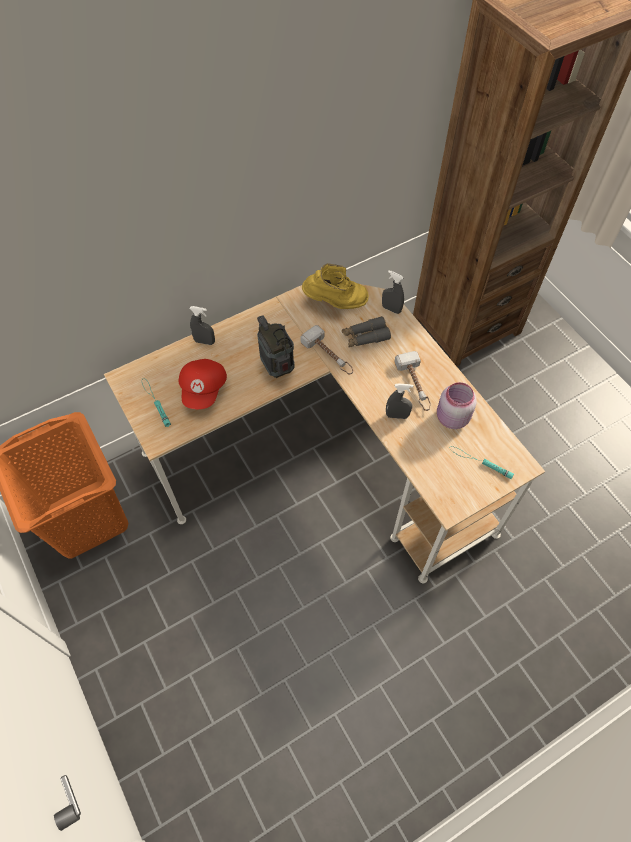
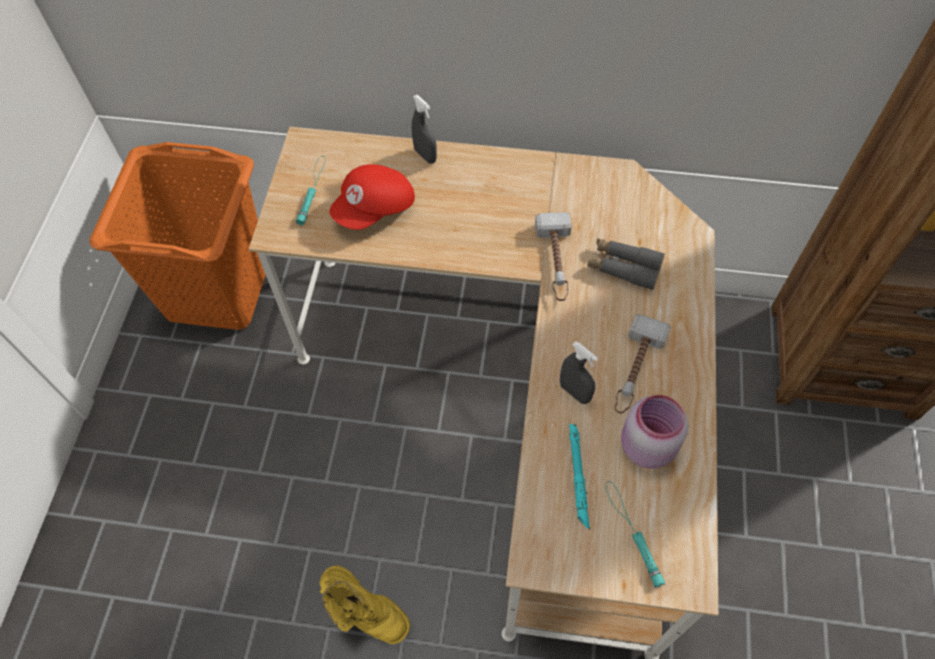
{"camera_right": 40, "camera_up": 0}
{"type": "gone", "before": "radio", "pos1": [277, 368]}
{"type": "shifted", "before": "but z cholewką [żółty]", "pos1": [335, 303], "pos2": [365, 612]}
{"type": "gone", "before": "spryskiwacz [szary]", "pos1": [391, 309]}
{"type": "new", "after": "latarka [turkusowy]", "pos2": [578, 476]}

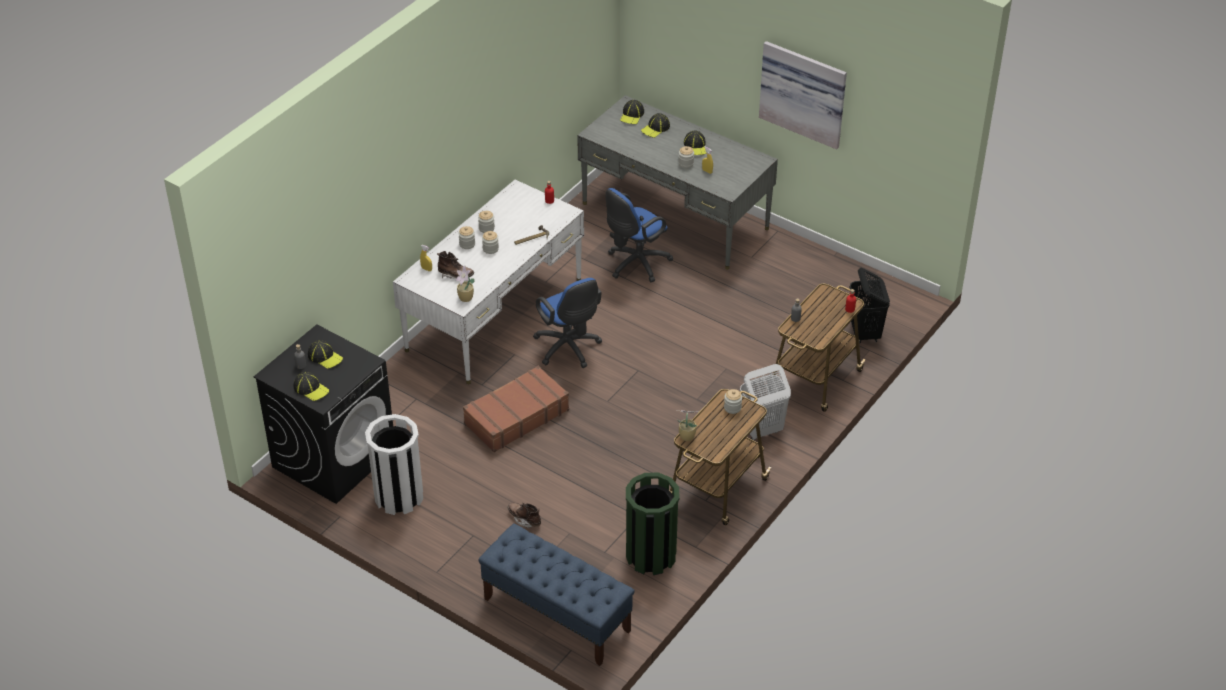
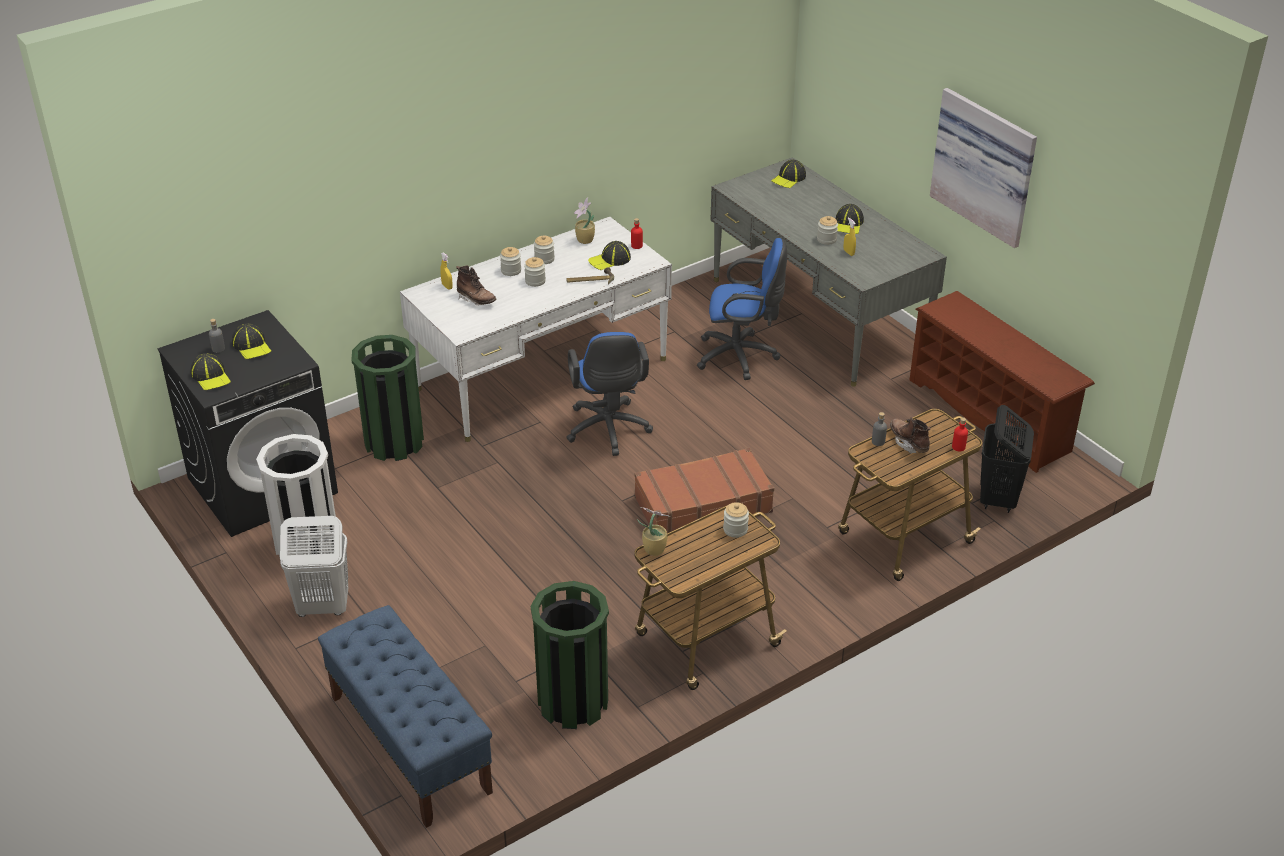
{"camera_right": 20, "camera_up": -5}
{"type": "shifted", "before": "roślina doniczkowa", "pos1": [466, 298], "pos2": [585, 241]}
{"type": "shifted", "before": "walizka [brązowy]", "pos1": [516, 417], "pos2": [702, 504]}
{"type": "shifted", "before": "but z cholewką [brązowy]", "pos1": [524, 519], "pos2": [909, 443]}
{"type": "rotated", "before": "krzesło biurowe [niebieski]", "pos1": [635, 264], "pos2": [741, 356], "turn": -150}
{"type": "shifted", "before": "czapka z daszkiem", "pos1": [655, 128], "pos2": [610, 260]}
{"type": "shifted", "before": "kosz na pranie [biały]", "pos1": [761, 430], "pos2": [322, 607]}
{"type": "new", "after": "kosz na śmieci [zielony]", "pos2": [394, 442]}
{"type": "new", "after": "regał na buty [brązowy]", "pos2": [991, 415]}

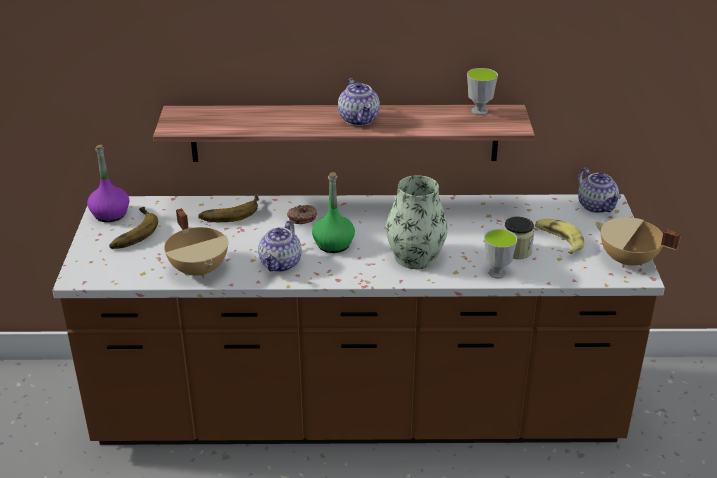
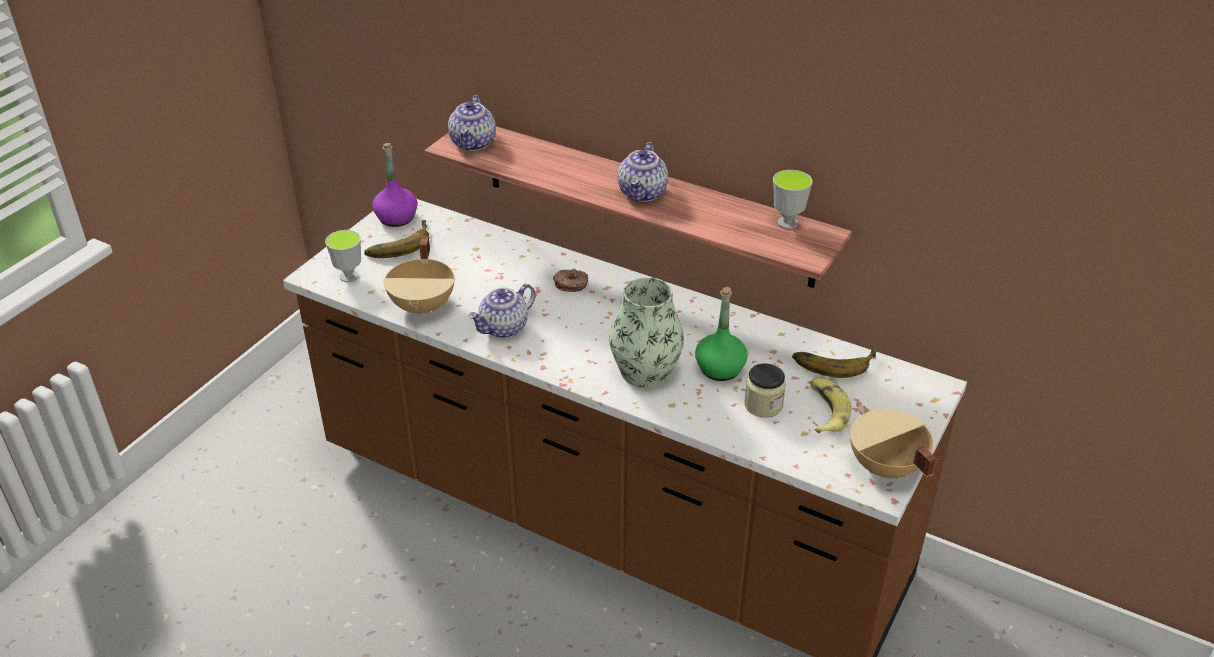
{"camera_right": 30, "camera_up": 5}
{"type": "shifted", "before": "banan", "pos1": [229, 211], "pos2": [833, 361]}
{"type": "shifted", "before": "butelka [zielony]", "pos1": [333, 244], "pos2": [720, 369]}
{"type": "shifted", "before": "filiżanka", "pos1": [497, 273], "pos2": [349, 276]}
{"type": "shifted", "before": "imbryk", "pos1": [597, 206], "pos2": [473, 143]}

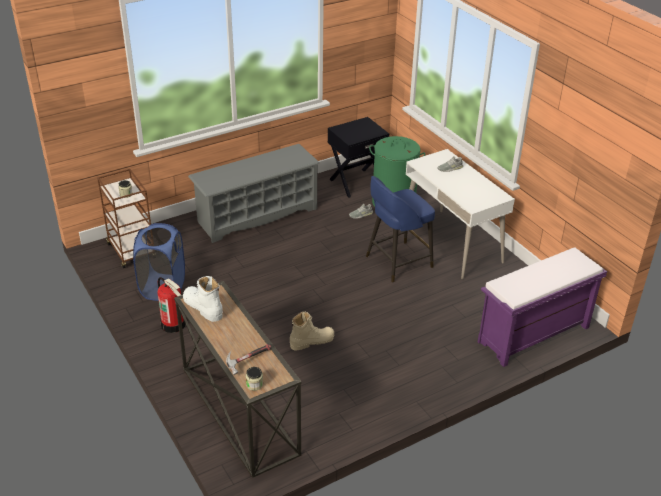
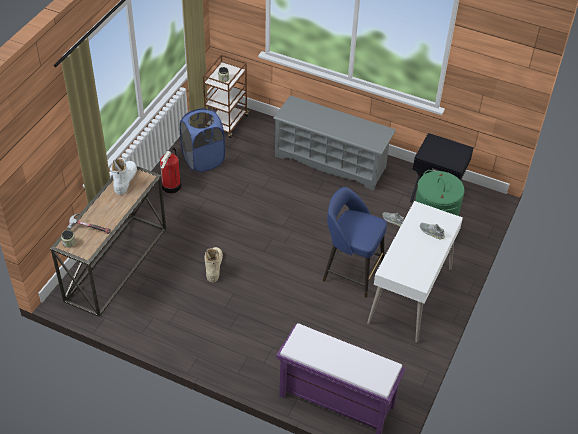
{"camera_right": 55, "camera_up": 10}
{"type": "rotated", "before": "but z cholewką [beżowy]", "pos1": [312, 341], "pos2": [214, 267], "turn": -120}

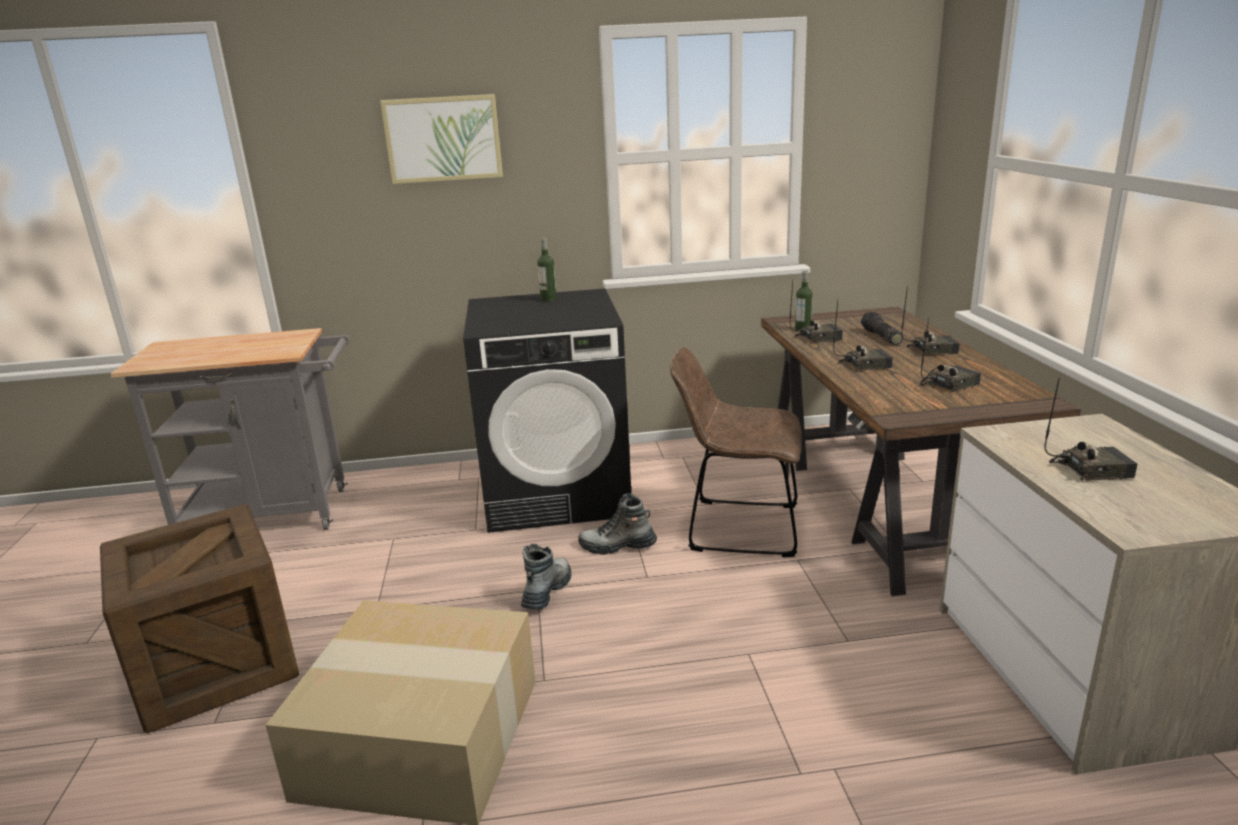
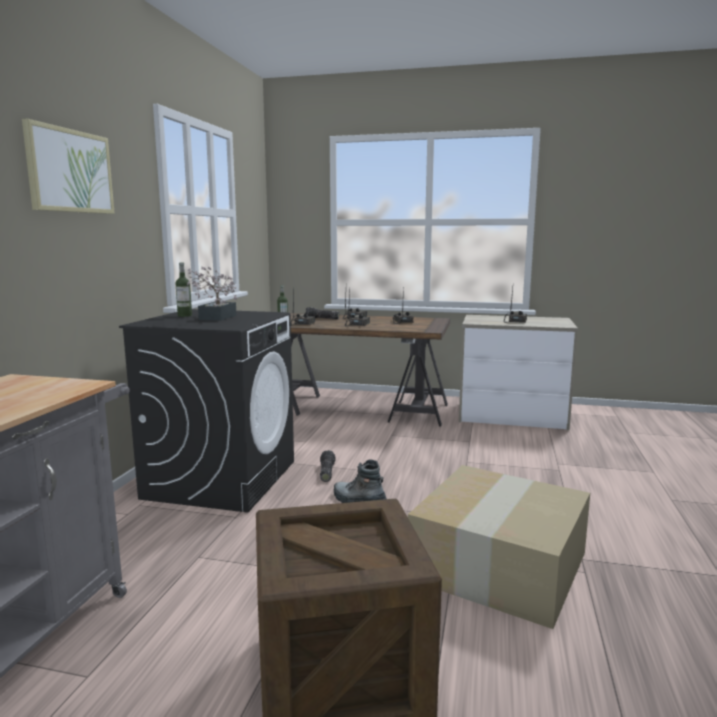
{"camera_right": -70, "camera_up": -10}
{"type": "swapped", "before": "but z cholewką", "after": "latarka", "pos1": [617, 546], "pos2": [326, 472]}
{"type": "gone", "before": "krzesło [brązowy]", "pos1": [736, 527]}
{"type": "new", "after": "roślina doniczkowa", "pos2": [215, 318]}

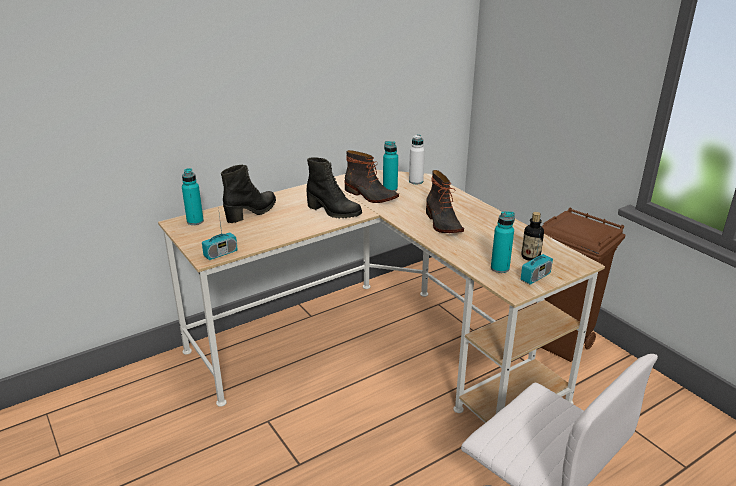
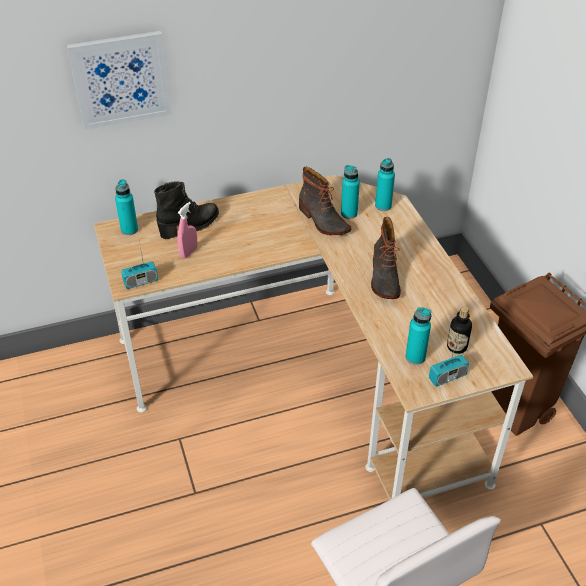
{"camera_right": 15, "camera_up": 15}
{"type": "gone", "before": "but z cholewką [czarny]", "pos1": [333, 212]}
{"type": "repainted", "before": "butelka [biały]", "after": "butelka [turkusowy]", "pos1": [416, 181], "pos2": [383, 206]}
{"type": "new", "after": "obraz", "pos2": [120, 79]}
{"type": "new", "after": "spryskiwacz [różowy]", "pos2": [188, 252]}

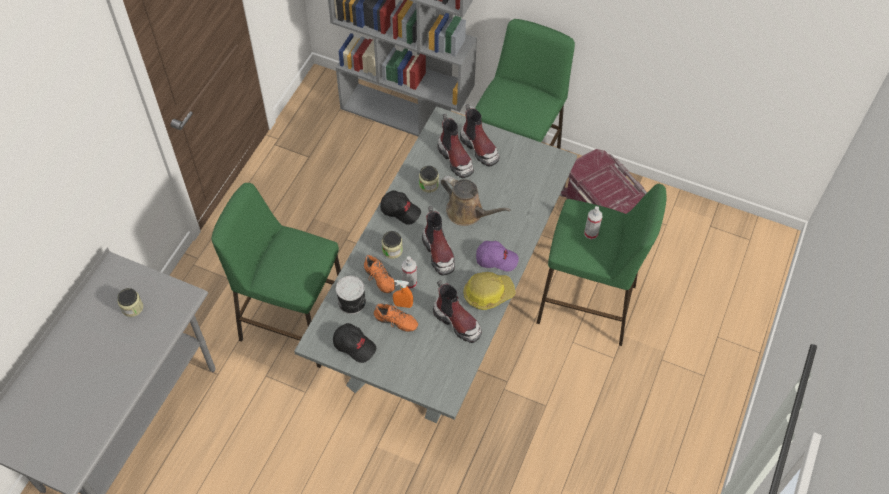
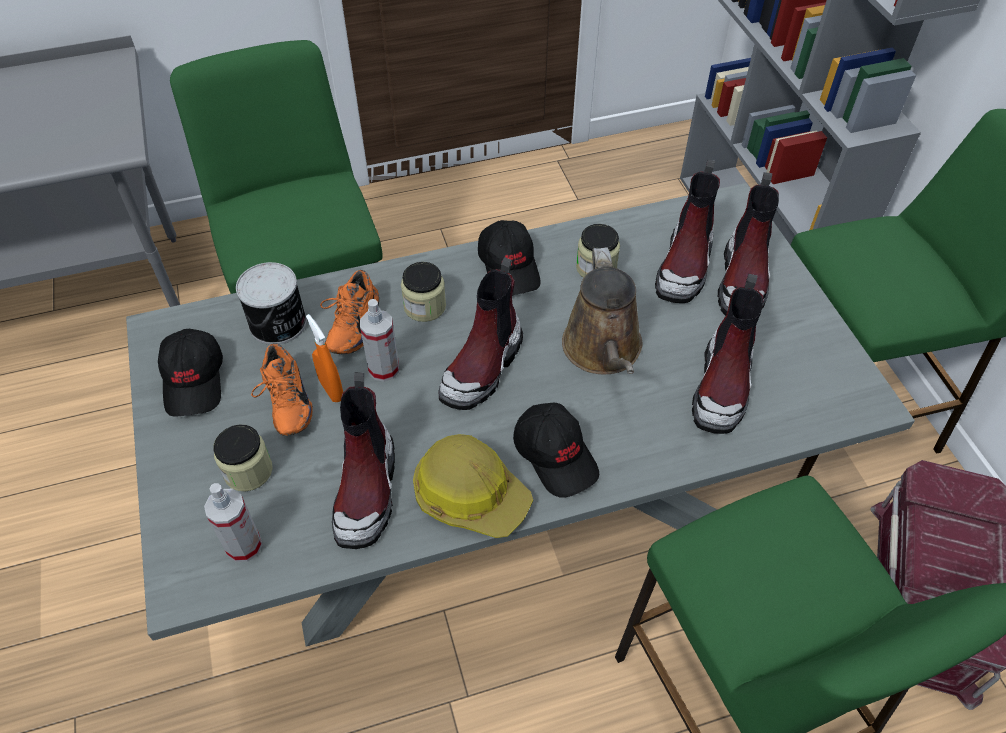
{"camera_right": 50, "camera_up": -5}
{"type": "shifted", "before": "słoik", "pos1": [132, 308], "pos2": [248, 471]}
{"type": "repainted", "before": "czapka z daszkiem [fioletowy]", "after": "czapka z daszkiem [czarny]", "pos1": [496, 259], "pos2": [556, 455]}
{"type": "shifted", "before": "spryskiwacz", "pos1": [591, 233], "pos2": [244, 546]}
{"type": "new", "after": "but z cholewką", "pos2": [723, 387]}

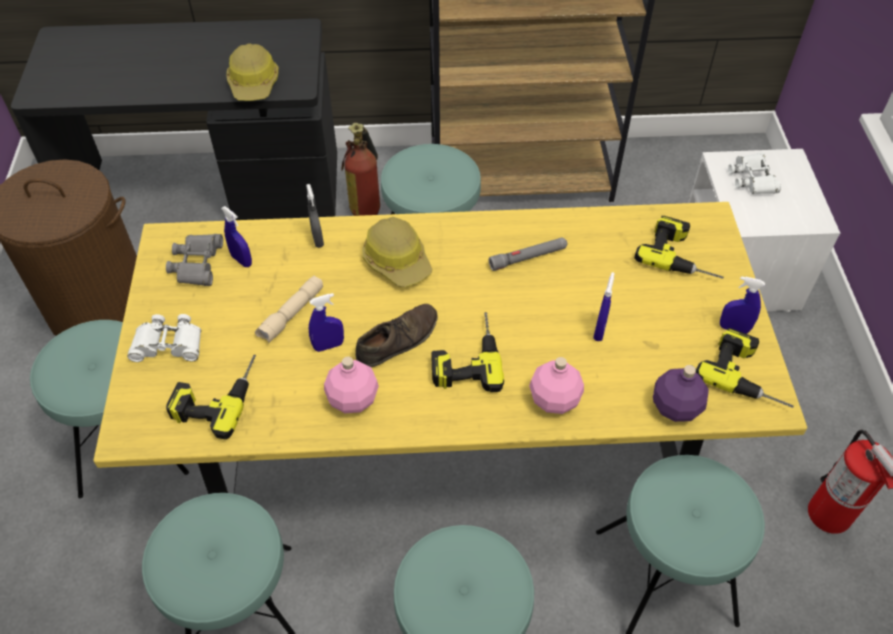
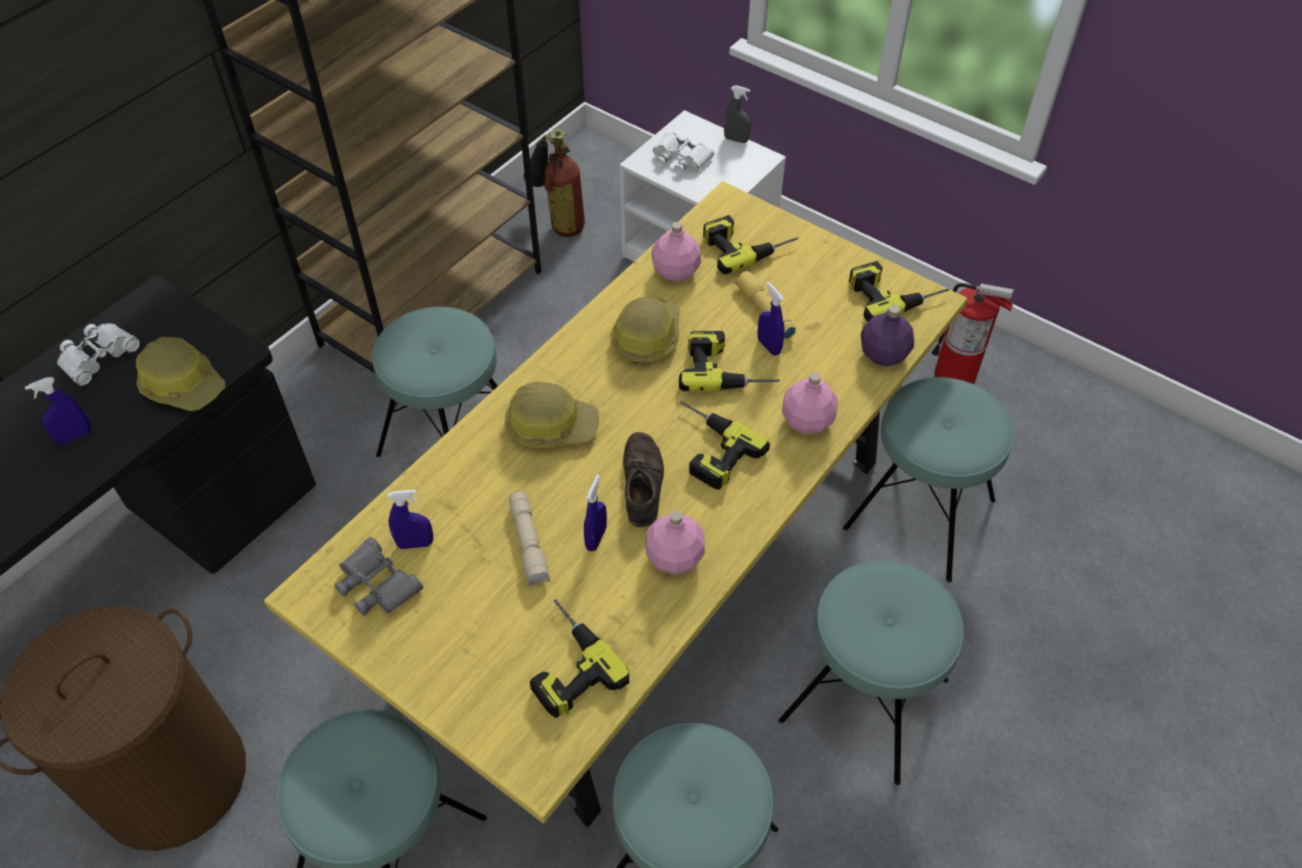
{"camera_right": -50, "camera_up": 0}
{"type": "shifted", "before": "lornetka [biały]", "pos1": [168, 344], "pos2": [98, 357]}
{"type": "shifted", "before": "spryskiwacz [szary]", "pos1": [317, 239], "pos2": [736, 139]}
{"type": "shifted", "before": "gaśnica", "pos1": [366, 202], "pos2": [558, 221]}
{"type": "swapped", "before": "latarka [szary]", "after": "kask", "pos1": [528, 257], "pos2": [646, 337]}
{"type": "shifted", "before": "spryskiwacz [niebieski]", "pos1": [734, 328], "pos2": [75, 436]}
{"type": "new", "after": "butelka [różowy]", "pos2": [675, 271]}
{"type": "new", "after": "wiertarka", "pos2": [727, 368]}
{"type": "new", "after": "latarka [żółty]", "pos2": [763, 311]}

